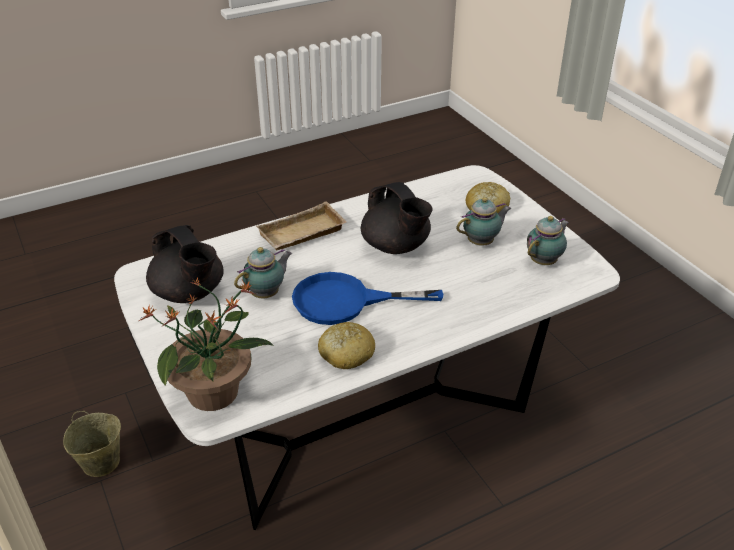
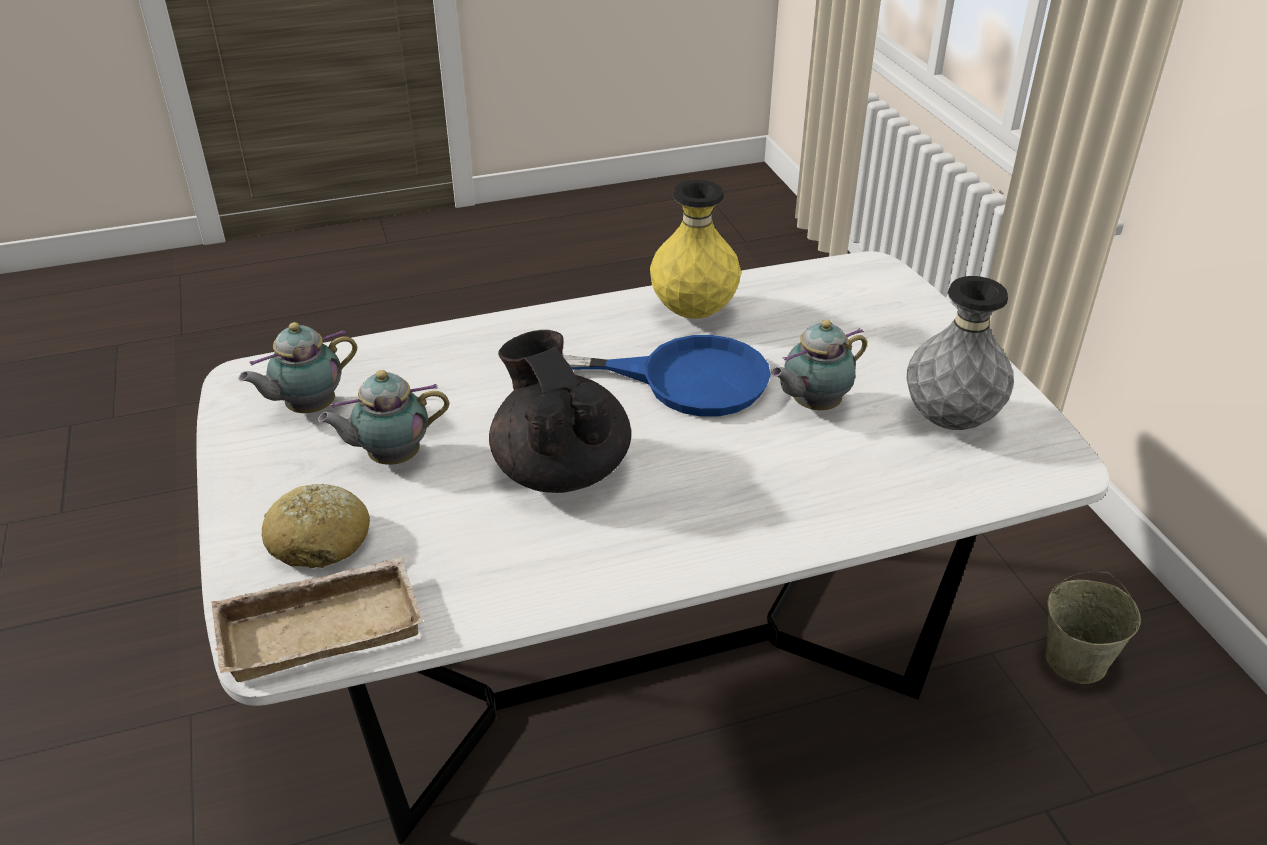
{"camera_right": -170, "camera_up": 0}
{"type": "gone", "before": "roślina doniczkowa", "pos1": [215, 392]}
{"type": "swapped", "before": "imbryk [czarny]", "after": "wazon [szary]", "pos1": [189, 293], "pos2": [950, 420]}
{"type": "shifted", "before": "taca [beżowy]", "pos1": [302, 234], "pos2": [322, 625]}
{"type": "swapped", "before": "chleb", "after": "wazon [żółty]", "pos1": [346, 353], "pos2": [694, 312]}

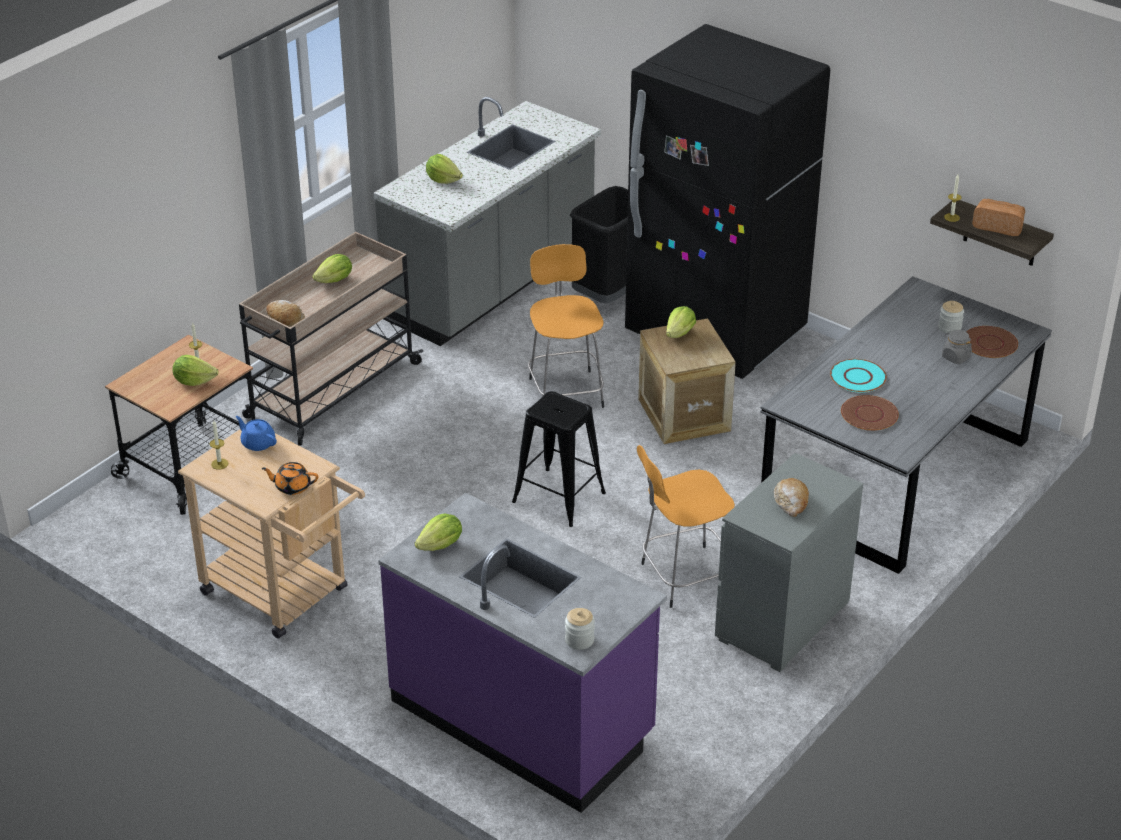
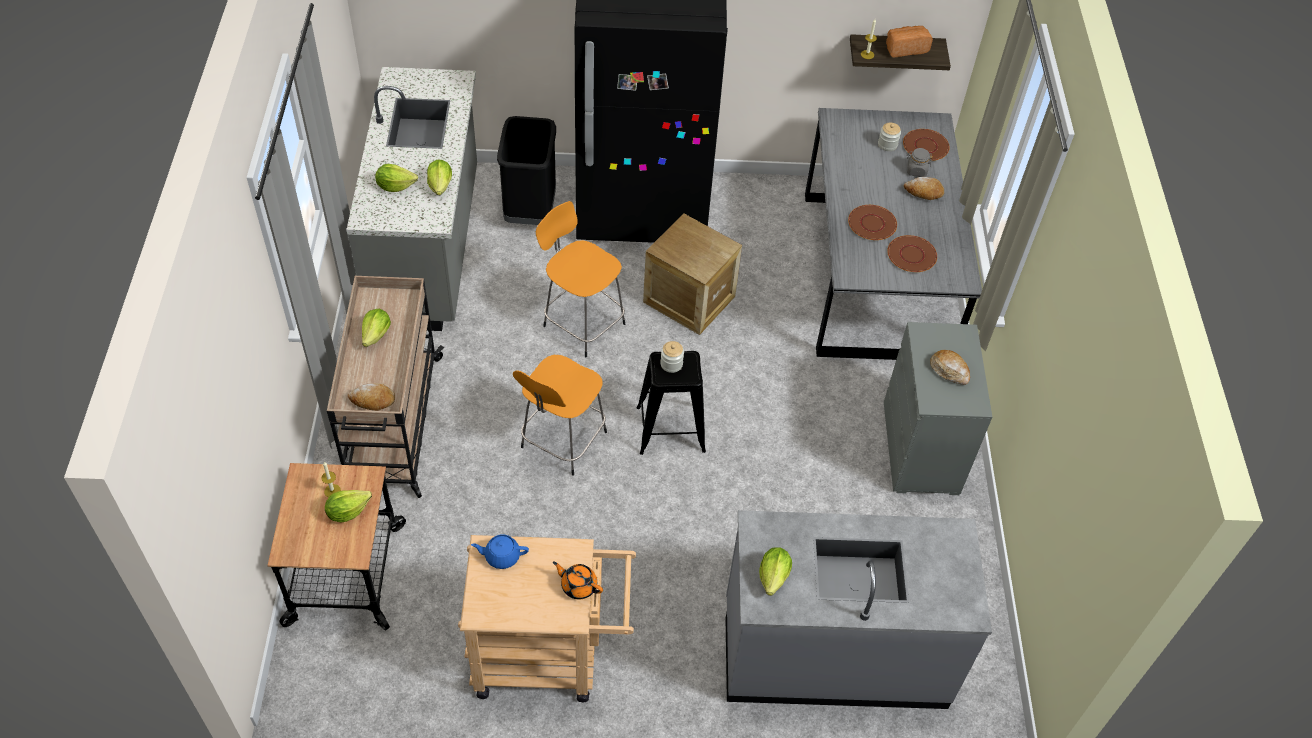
{"camera_right": -40, "camera_up": 15}
{"type": "gone", "before": "świeca", "pos1": [219, 464]}
{"type": "rotated", "before": "imbryk [pomarańczowy]", "pos1": [292, 487], "pos2": [578, 585], "turn": 60}
{"type": "repainted", "before": "zabudowa kuchenna [fioletowy]", "after": "zabudowa kuchenna [szary]", "pos1": [523, 718], "pos2": [834, 652]}
{"type": "shifted", "before": "słoik", "pos1": [579, 640], "pos2": [671, 364]}
{"type": "shifted", "before": "stołek [pomarańczowy]", "pos1": [684, 577], "pos2": [562, 442]}
{"type": "shifted", "before": "sałata", "pos1": [680, 333], "pos2": [440, 185]}
{"type": "repainted", "before": "talerz [turkusowy]", "after": "talerz [brązowy]", "pos1": [857, 377], "pos2": [872, 224]}
{"type": "new", "after": "chleb", "pos2": [923, 192]}

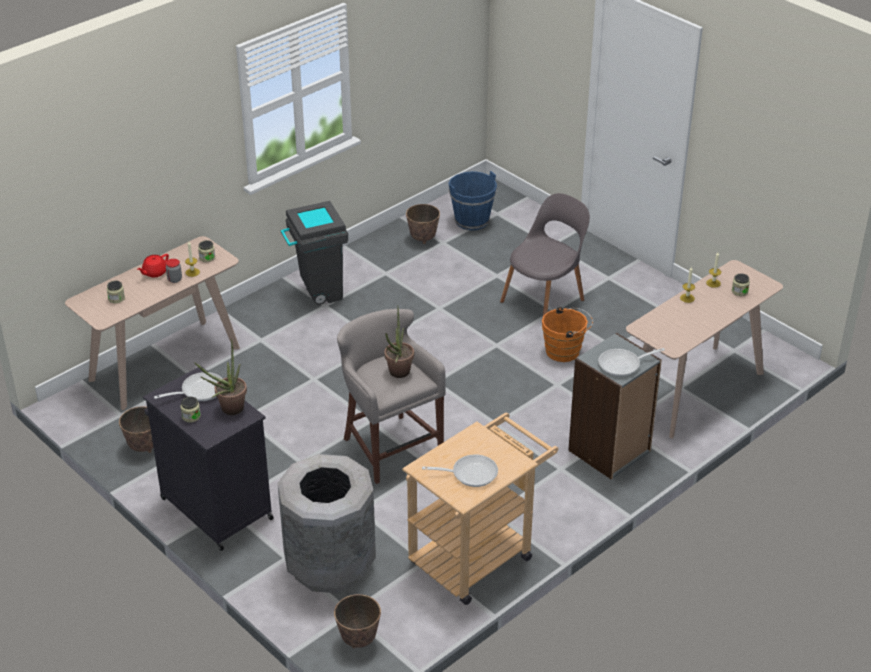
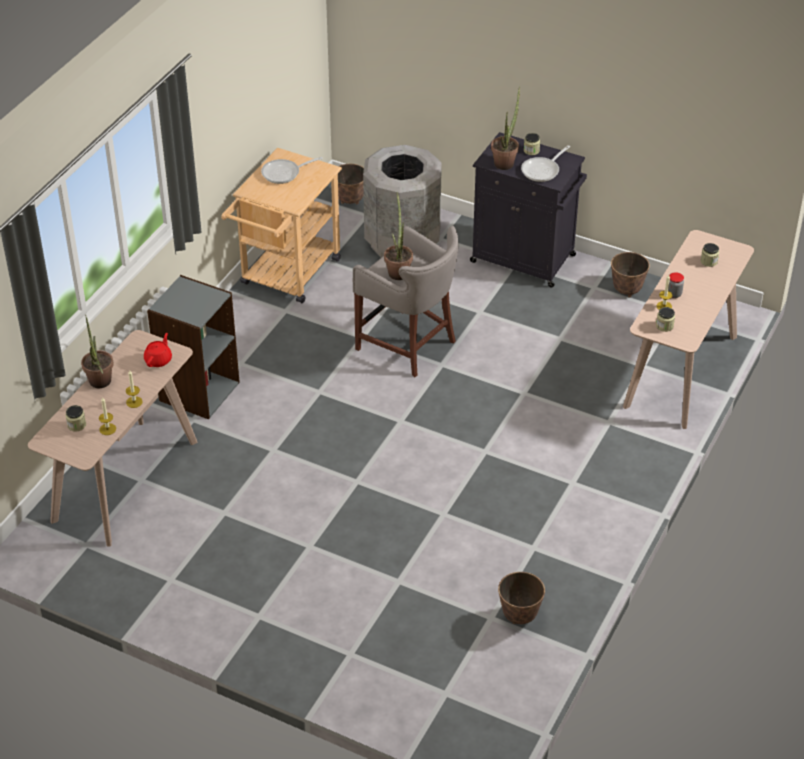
{"camera_right": 160, "camera_up": 5}
{"type": "shifted", "before": "imbryk [czerwony]", "pos1": [154, 272], "pos2": [158, 360]}
{"type": "gone", "before": "kosz na śmieci [szary]", "pos1": [318, 294]}
{"type": "gone", "before": "wiadro [niebieski]", "pos1": [472, 221]}
{"type": "gone", "before": "krzesło [szary]", "pos1": [544, 299]}
{"type": "gone", "before": "wiadro [pomarańczowy]", "pos1": [565, 351]}
{"type": "gone", "before": "patelnia", "pos1": [623, 365]}
{"type": "new", "after": "roślina doniczkowa", "pos2": [100, 384]}

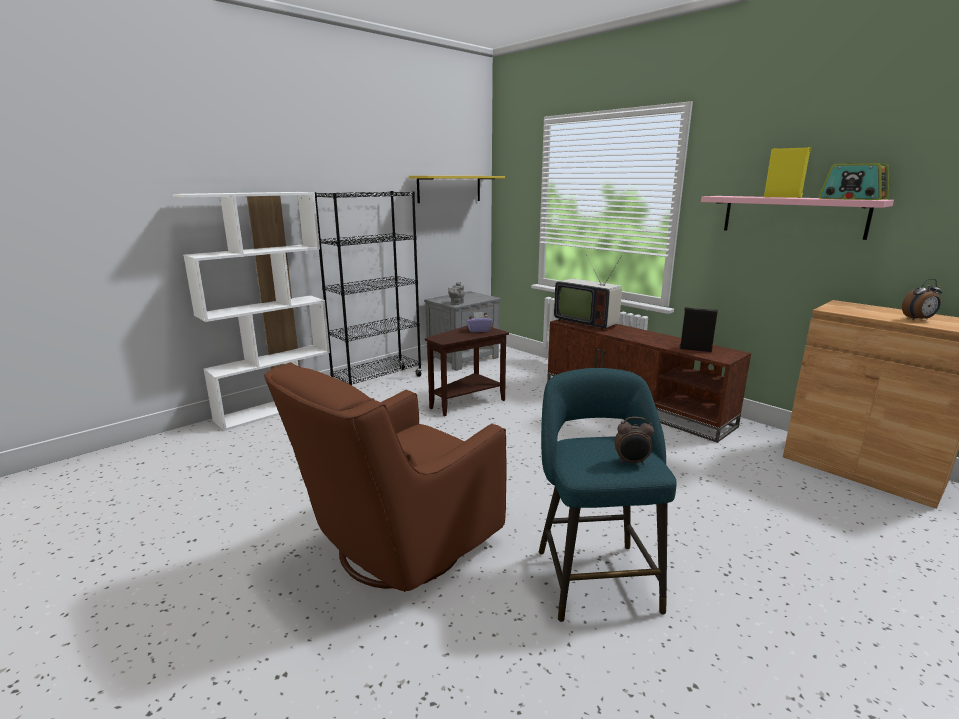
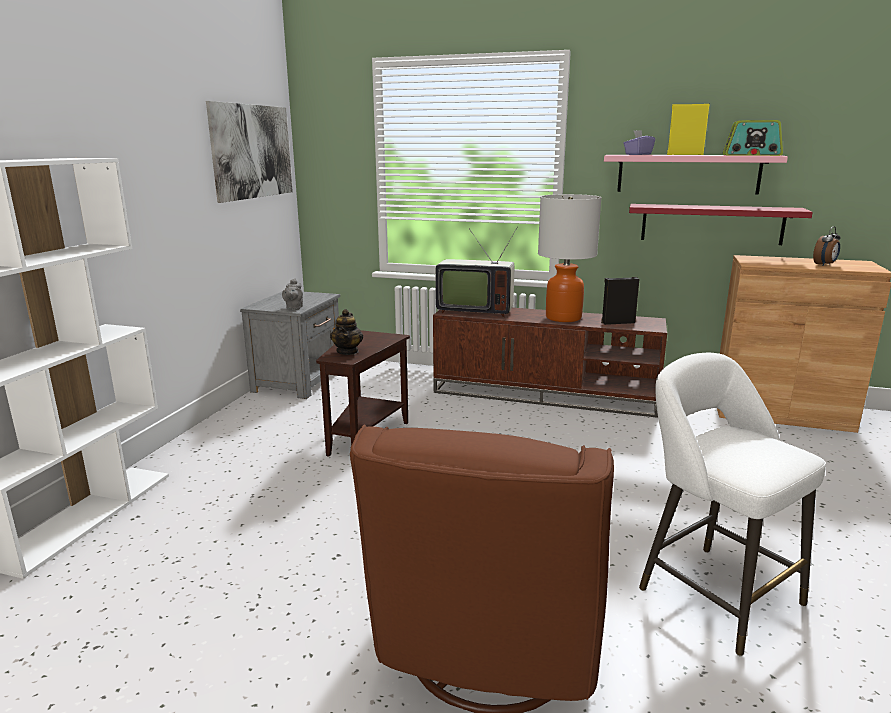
{"camera_right": -30, "camera_up": 0}
{"type": "gone", "before": "regał [czarny]", "pos1": [378, 382]}
{"type": "swapped", "before": "półka [żółty]", "after": "obraz", "pos1": [449, 189], "pos2": [252, 151]}
{"type": "shifted", "before": "pudełko chusteczek [fioletowy]", "pos1": [479, 330], "pos2": [638, 154]}
{"type": "repainted", "before": "stołek [turkusowy]", "after": "stołek [biały]", "pos1": [594, 575], "pos2": [712, 592]}
{"type": "gone", "before": "budzik", "pos1": [631, 462]}
{"type": "new", "after": "imbryk", "pos2": [348, 351]}
{"type": "new", "after": "lampa stołowa", "pos2": [563, 318]}
{"type": "new", "after": "półka [czerwony]", "pos2": [711, 224]}

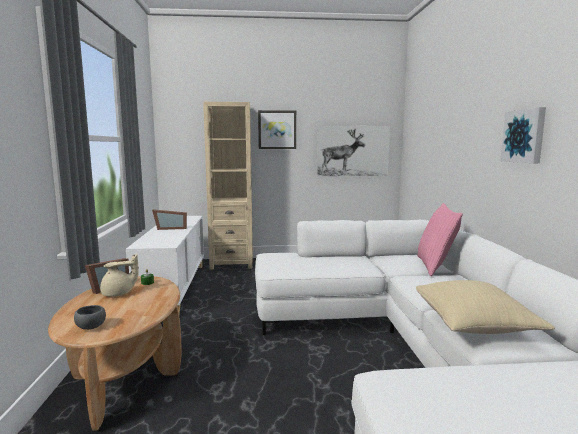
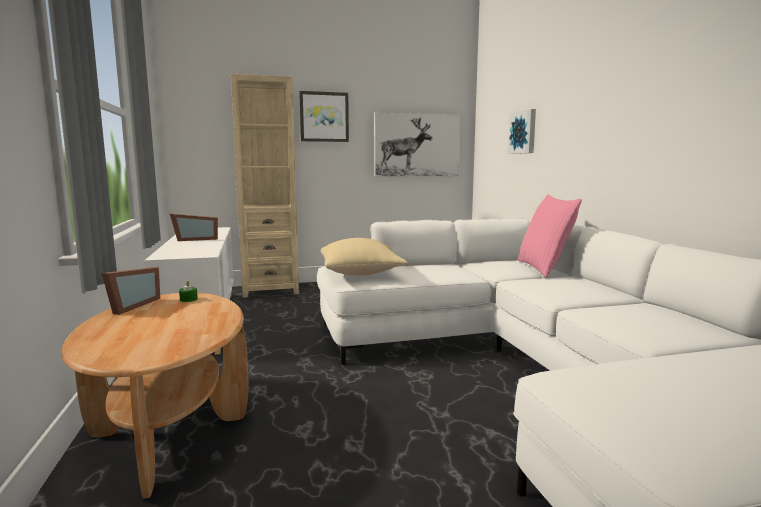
{"camera_right": -10, "camera_up": 0}
{"type": "gone", "before": "miska [szary]", "pos1": [90, 327]}
{"type": "gone", "before": "imbryk [beżowy]", "pos1": [119, 294]}
{"type": "shifted", "before": "poduszka [beżowy]", "pos1": [475, 326], "pos2": [361, 274]}
{"type": "shifted", "before": "obraz", "pos1": [524, 136], "pos2": [523, 132]}

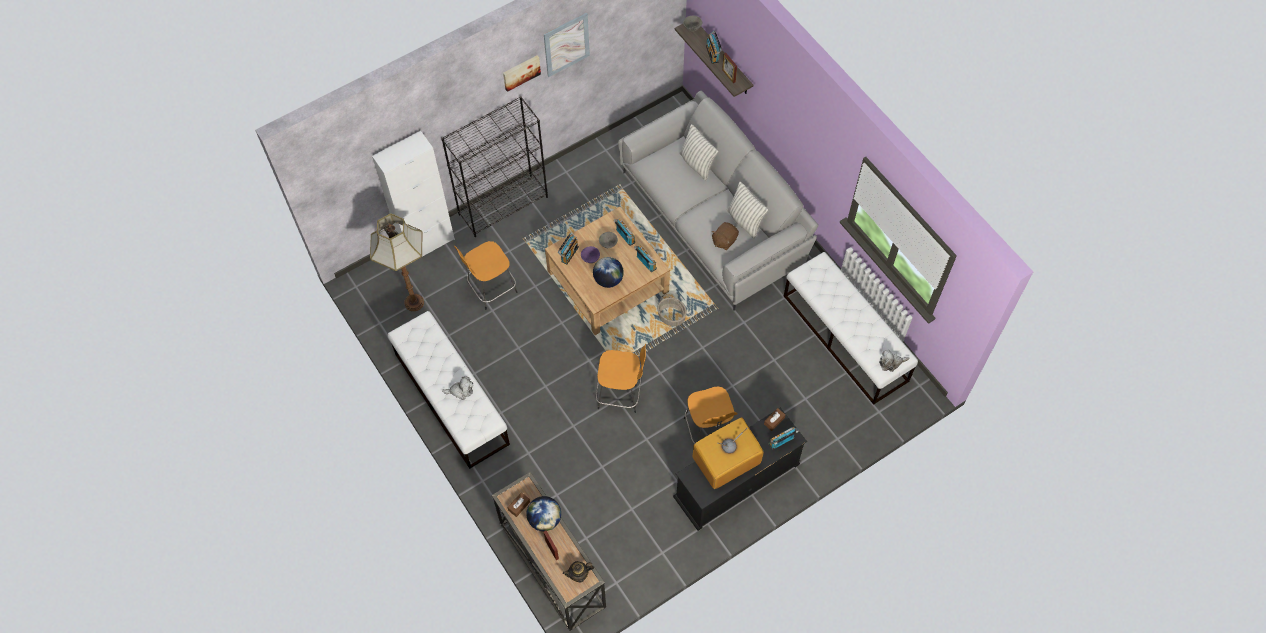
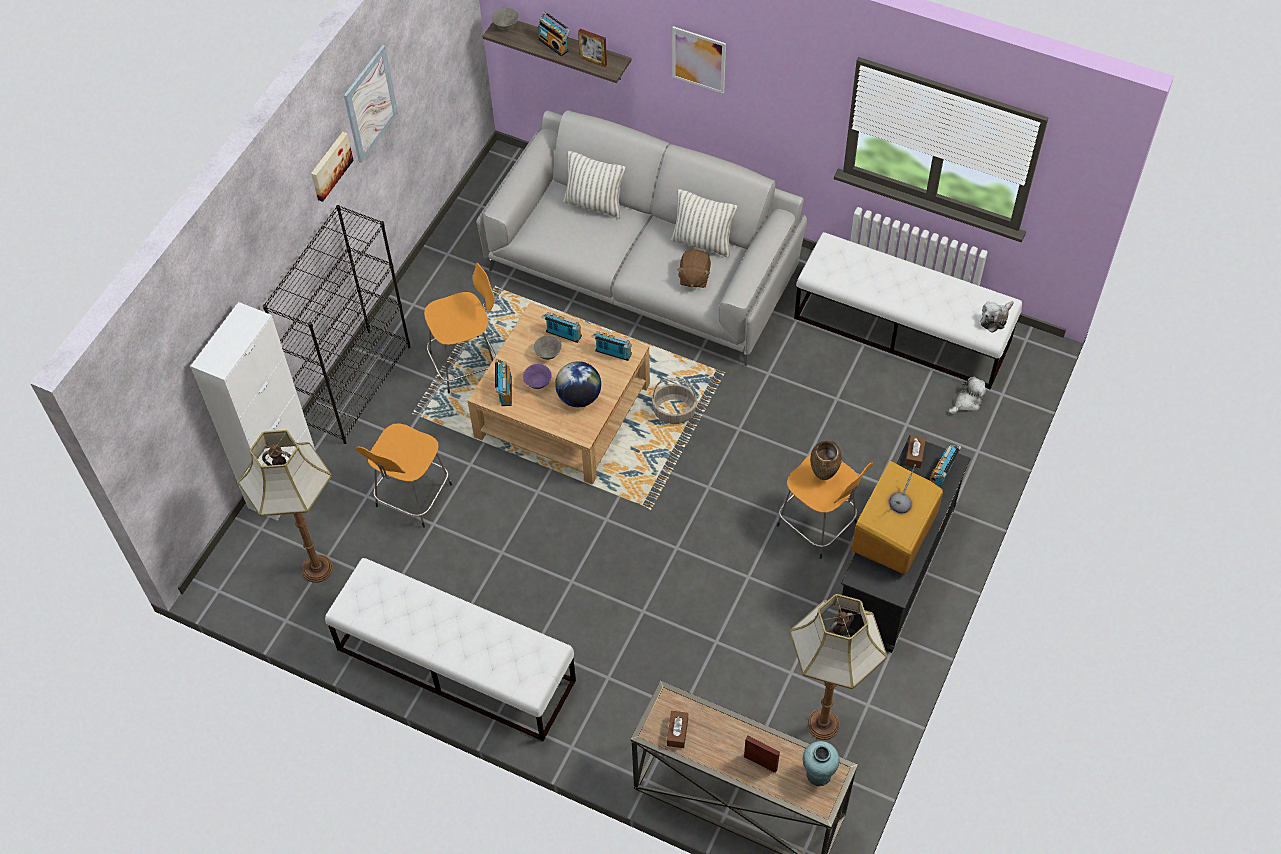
{"camera_right": -30, "camera_up": -5}
{"type": "shifted", "before": "pluszak", "pos1": [461, 391], "pos2": [967, 402]}
{"type": "gone", "before": "globus", "pos1": [545, 519]}
{"type": "swapped", "before": "imbryk", "after": "wazon [turkusowy]", "pos1": [579, 575], "pos2": [818, 774]}
{"type": "shifted", "before": "stołek [pomarańczowy]", "pos1": [621, 394], "pos2": [466, 363]}
{"type": "new", "after": "obraz", "pos2": [698, 59]}
{"type": "new", "after": "lampa stojąca", "pos2": [824, 725]}
{"type": "new", "after": "wazon [brązowy]", "pos2": [824, 476]}

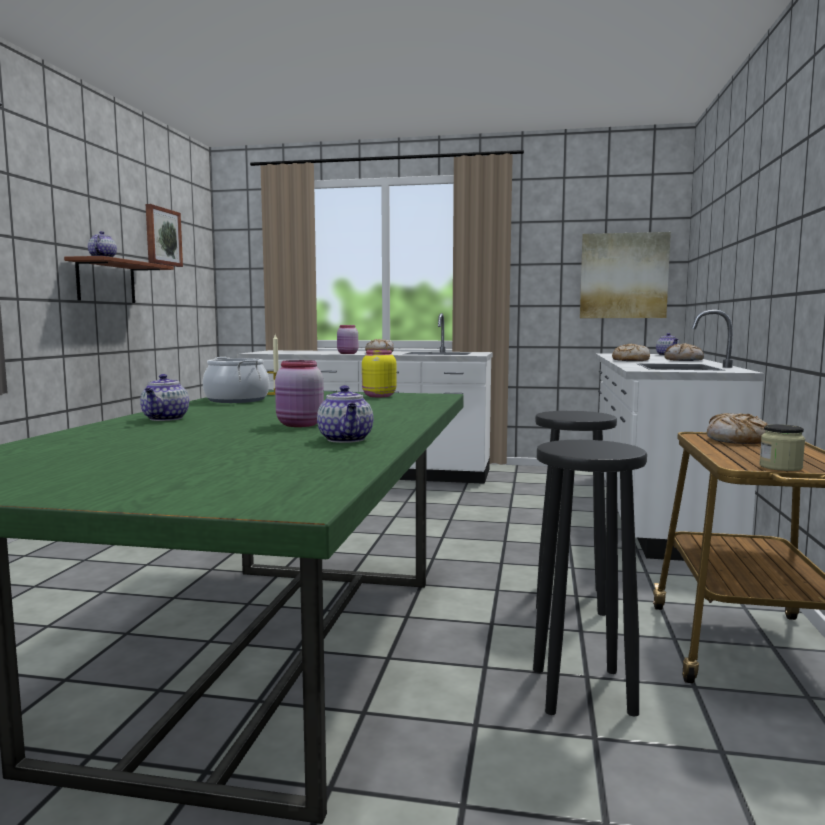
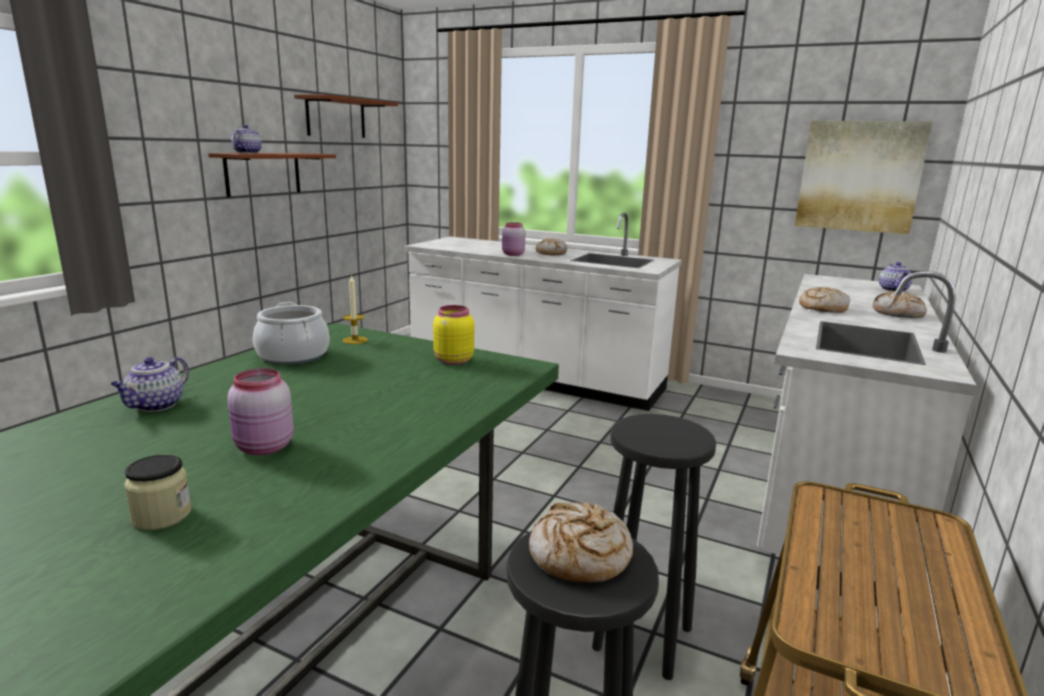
{"camera_right": 15, "camera_up": 10}
{"type": "swapped", "before": "obraz", "after": "półka [brązowy]", "pos1": [162, 236], "pos2": [336, 117]}
{"type": "gone", "before": "imbryk", "pos1": [346, 440]}
{"type": "shifted", "before": "chleb", "pos1": [737, 440], "pos2": [580, 556]}
{"type": "shifted", "before": "słoik", "pos1": [780, 467], "pos2": [162, 515]}

